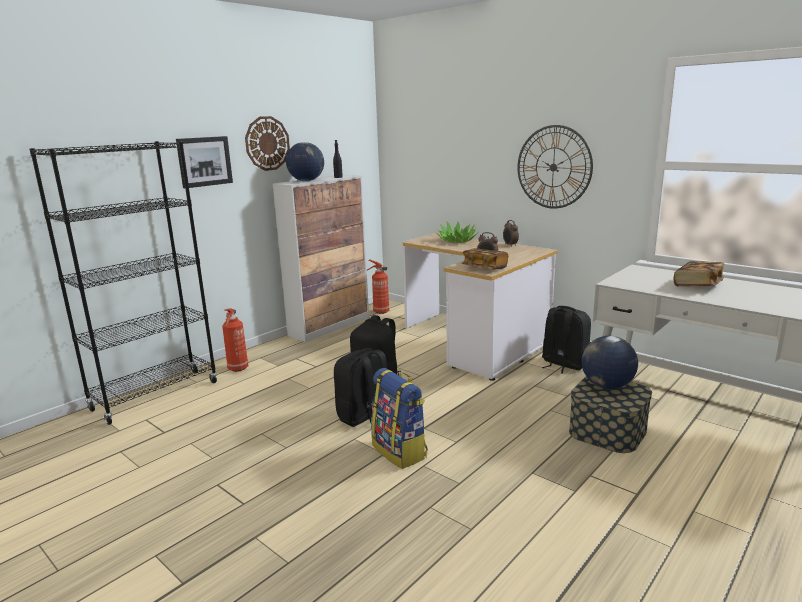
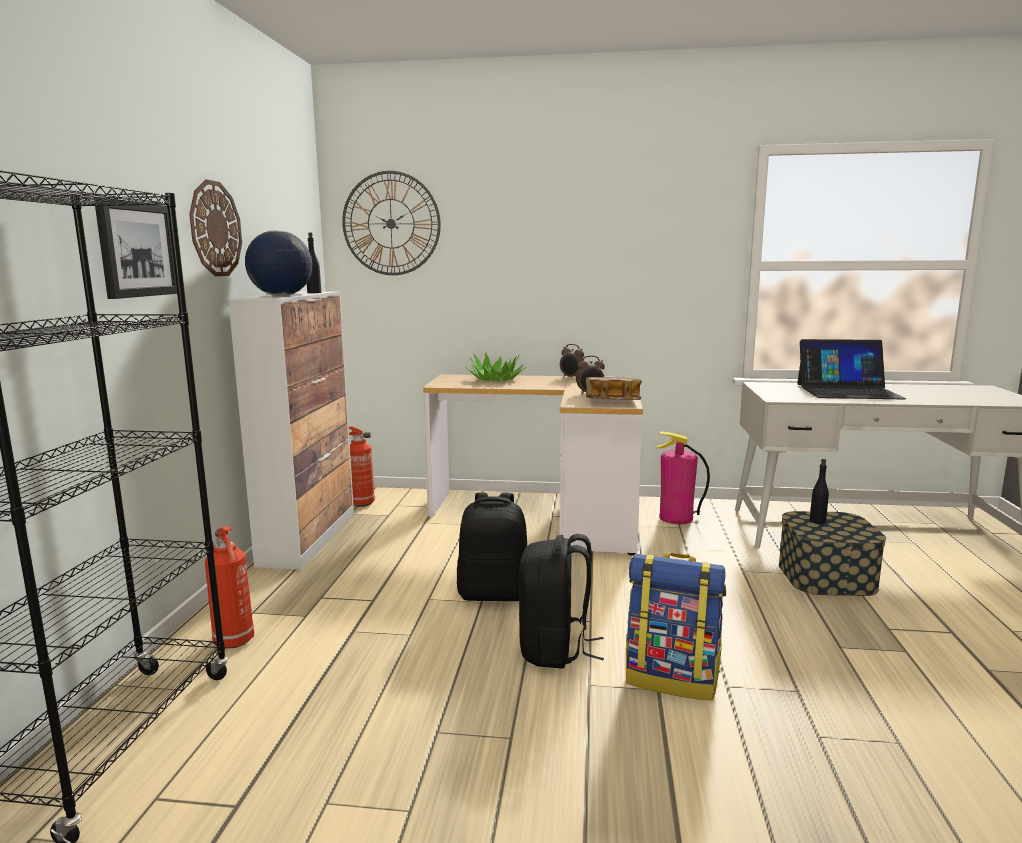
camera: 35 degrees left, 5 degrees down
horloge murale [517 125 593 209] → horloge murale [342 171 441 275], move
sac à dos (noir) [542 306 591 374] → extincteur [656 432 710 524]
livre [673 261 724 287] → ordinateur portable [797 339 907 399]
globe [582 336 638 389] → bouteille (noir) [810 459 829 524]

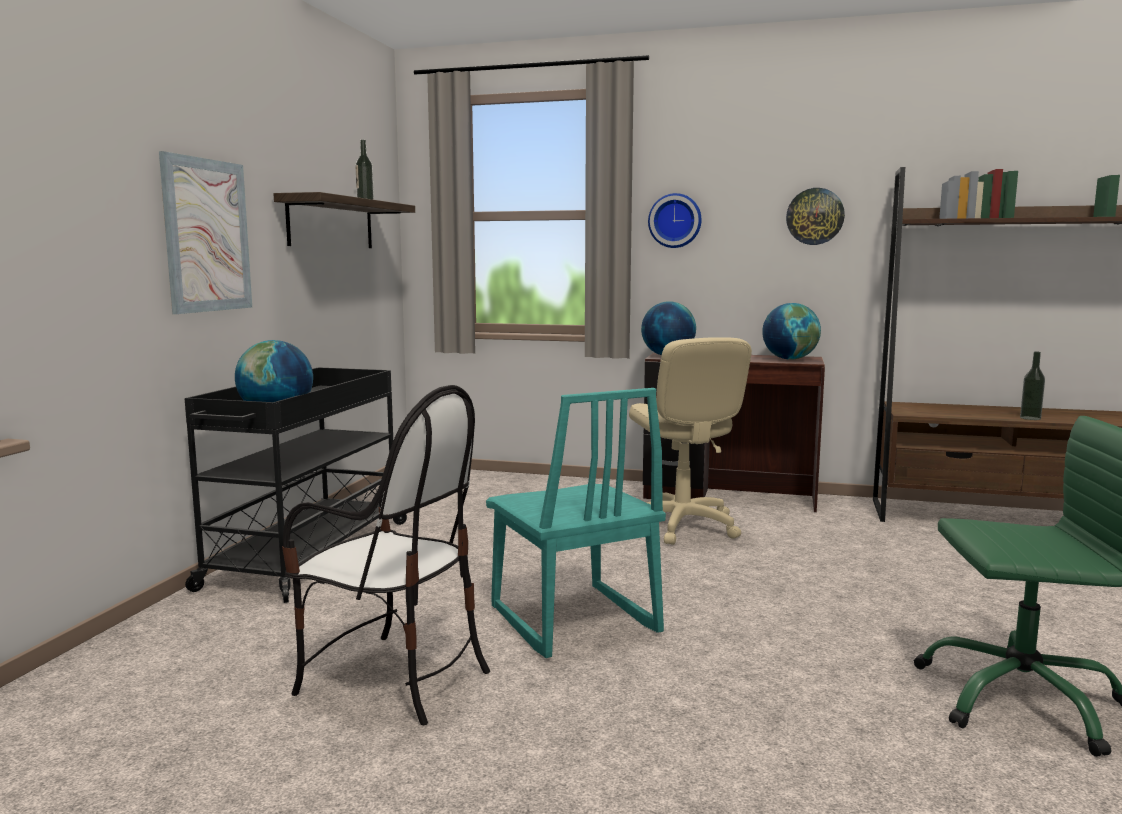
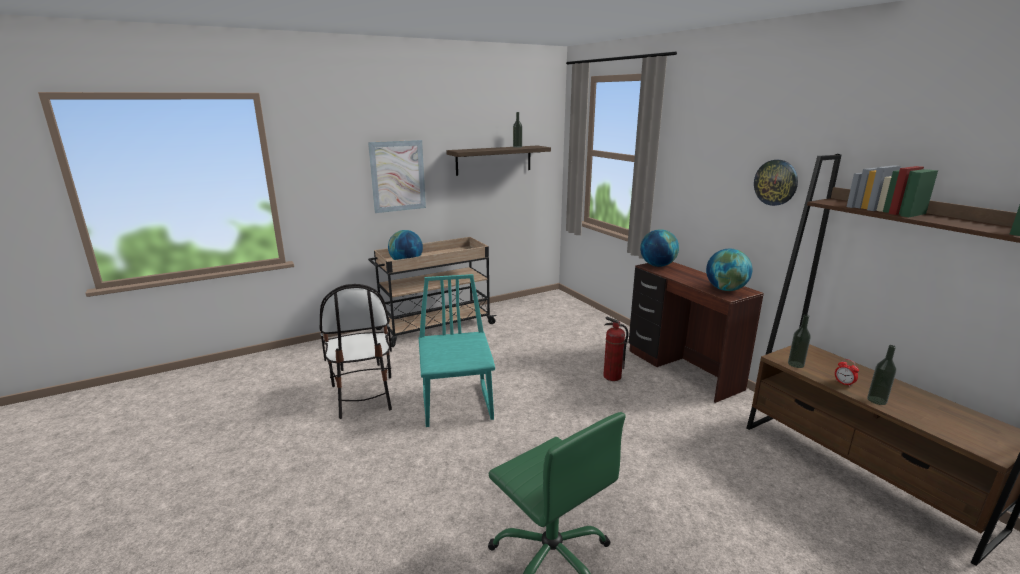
camera: 45 degrees right, 10 degrees up
chariot (noir) [185 367 407 603] → chariot (beige) [368 237 497 347]
chaise (turquoise) [486 388 666 658] → chaise (turquoise) [419 274 495 427], 150 degrees clockwise
chaise de bureau (beige) [629 337 752 545] → extincteur [603 317 629 381]
- → bouteille [788 315 811 368]
- → réveil [835 359 859 387]
horloge murale [648 193 702 248] → -

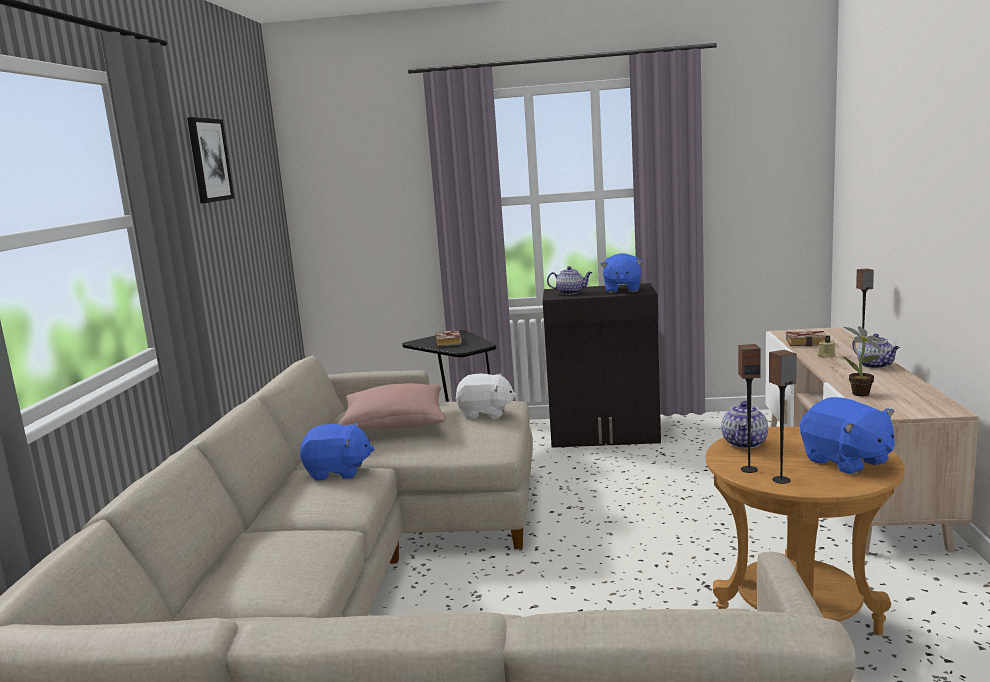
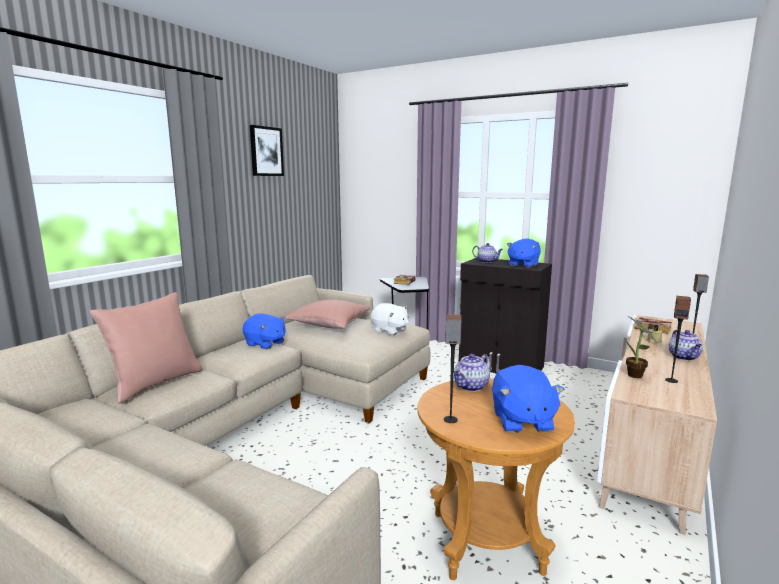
camera: 25 degrees right, 0 degrees up
- → coussin (rose) [90 292 203 403]
enceinte [738 344 761 473] → enceinte [665 296 691 383], move

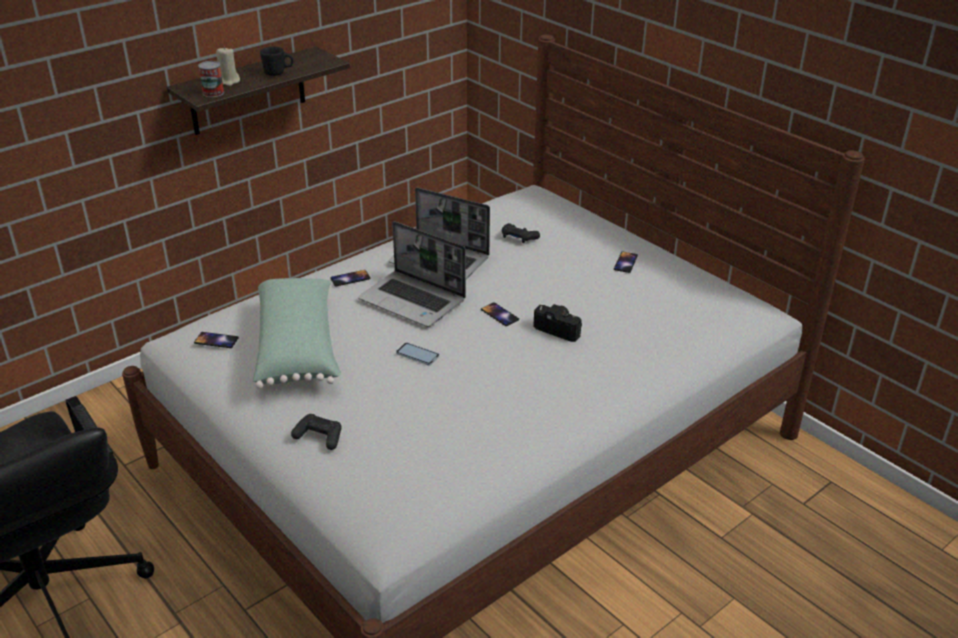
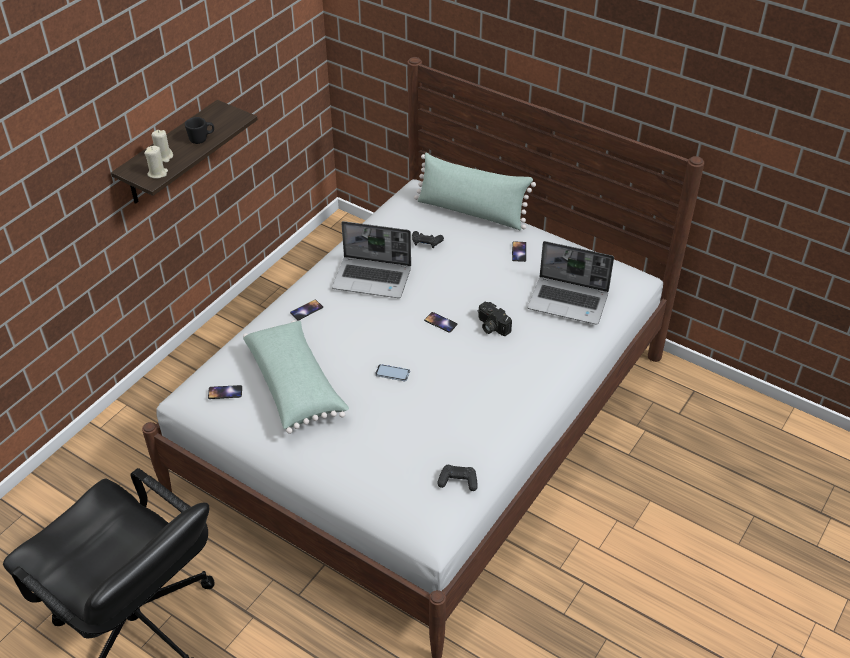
camera: 15 degrees left, 10 degrees up
boîte métallique [198 61 224 97] → bougie (beige) [144 146 168 179]
- → coussin (vert) [414 153 536 230]
manette (noir) [291 414 342 450] → manette (noir) [437 465 478 491], move
appareil photo [533 304 582 342] → appareil photo [478 302 512 336], 150 degrees counterclockwise
ordinateur portable [358 221 466 327] → ordinateur portable [528 241 614 325], move

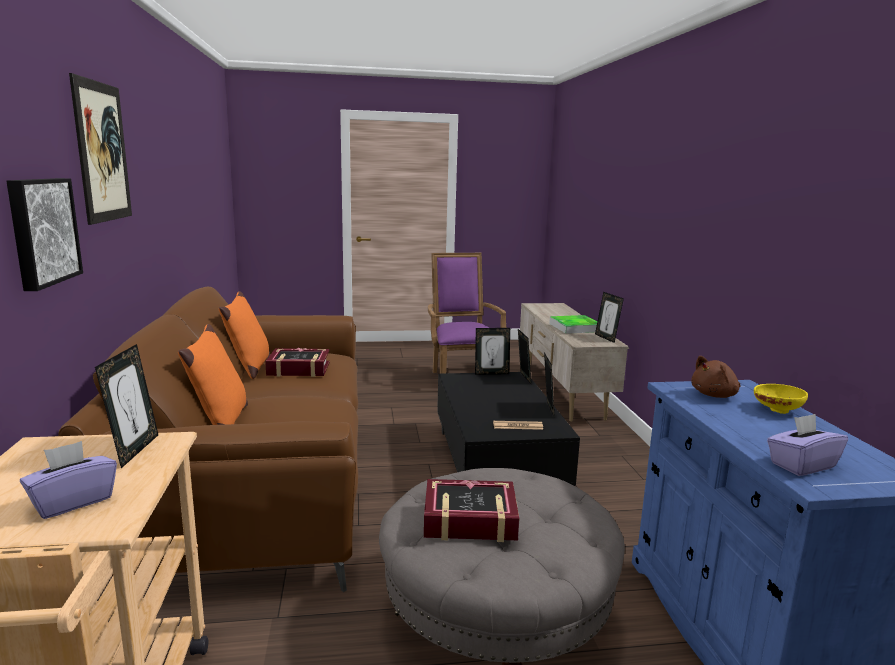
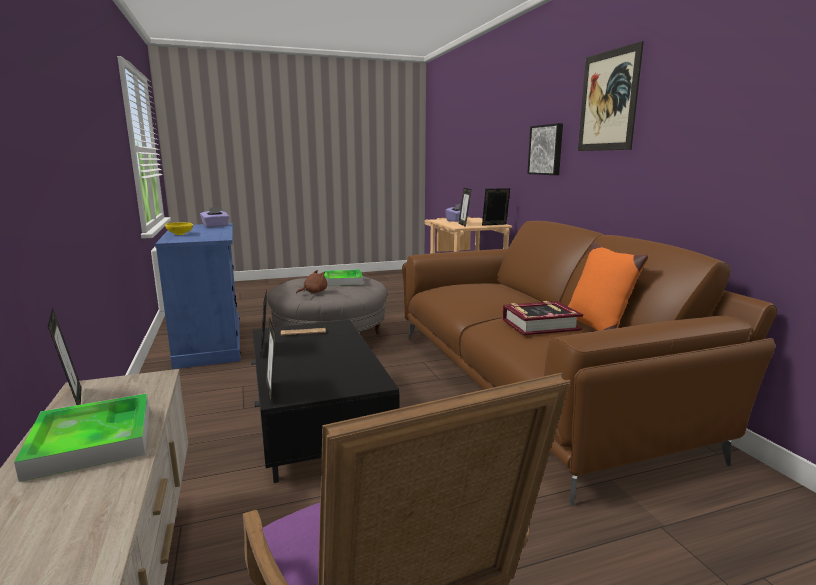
camera: 170 degrees right, 0 degrees up
peluche (marron) [691 356 741 398] → peluche (marron) [296 270 327 294], move
livre [424 479 519 542] → plateau [324 269 363 286]
cadre photo [475 328 510 375] → cadre photo [482 188 510 226], move
coussin (orange) [178 324 248 425] → -

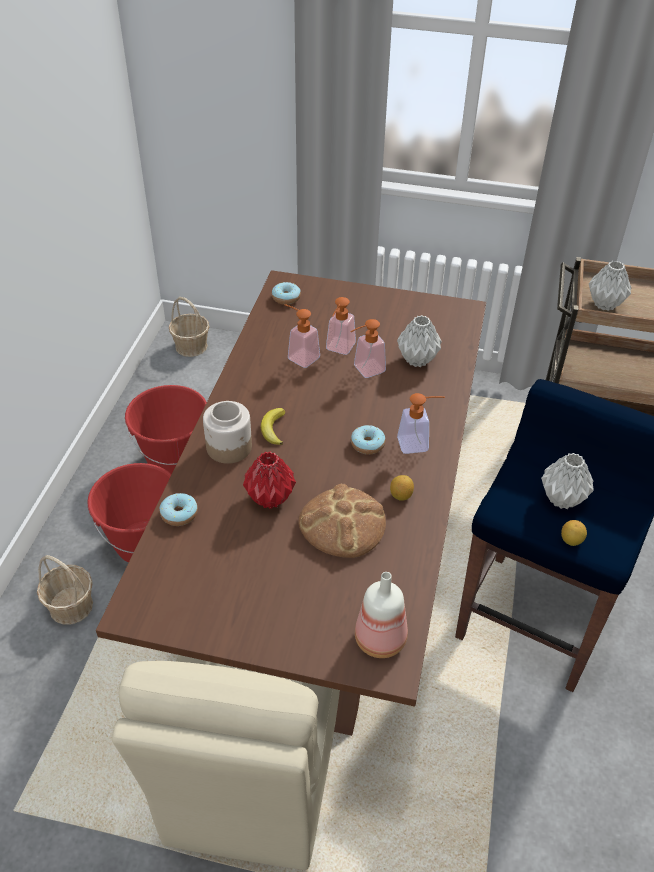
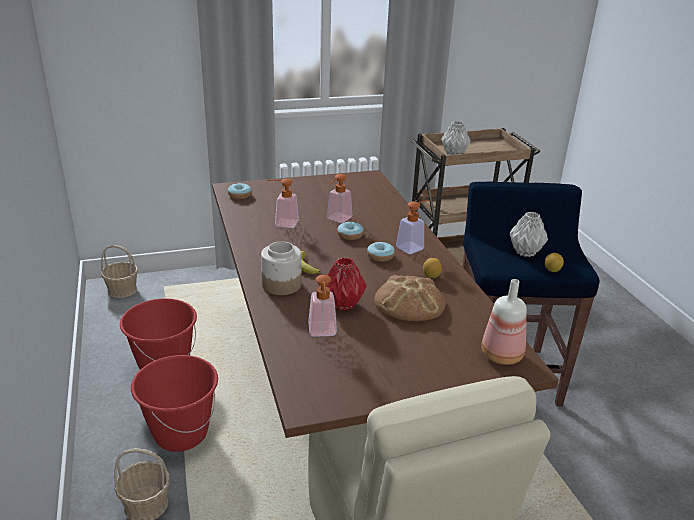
camera: 30 degrees left, 15 degrees down
distributeur de savon [326 297 356 355] → distributeur de savon [308 275 337 337], move
beignet [159 493 198 526] → beignet [337 222 364 240], move
vase (gris) [397 315 442 367] → -

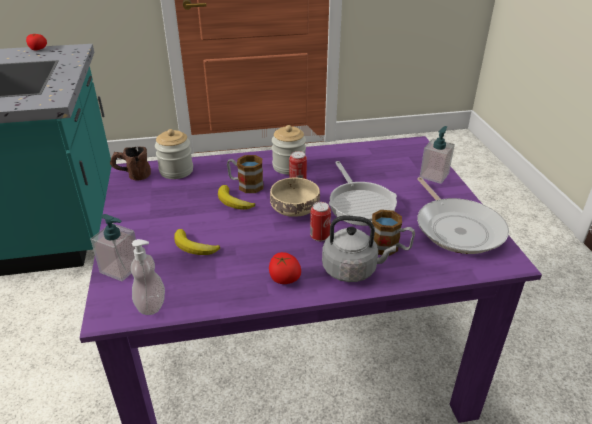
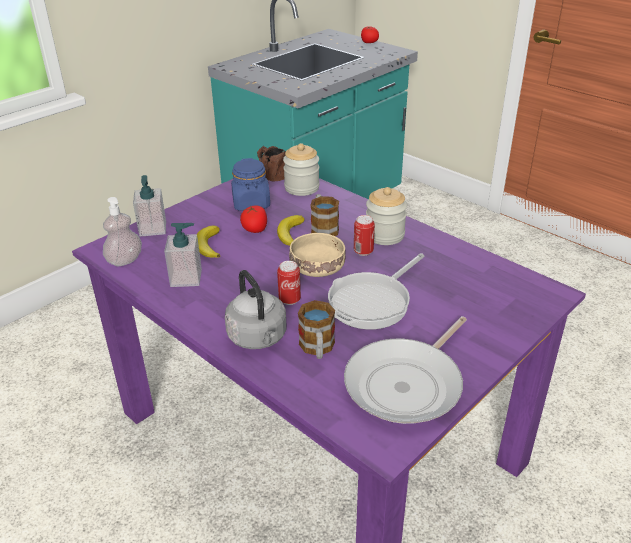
camera: 55 degrees right, 0 degrees up
distributeur de savon [420 126 455 184] → distributeur de savon [164 223 202 287], move
- → bocal (bleu) [231 158 270 211]
tomate [269 252 301 284] → tomate [240 206 267 233], move

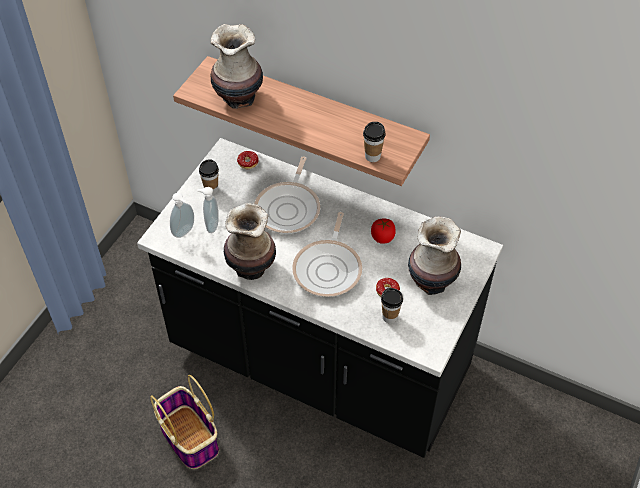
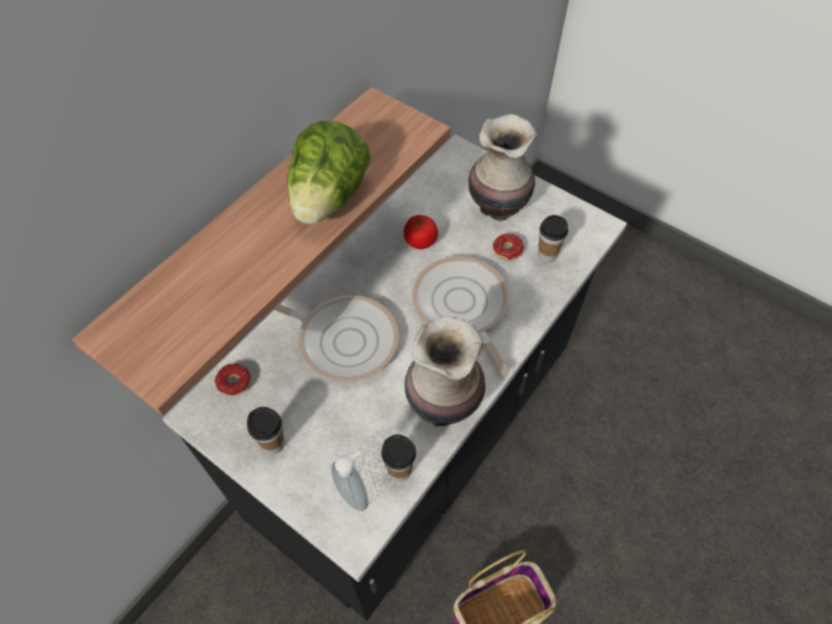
camera: 80 degrees left, 5 degrees up
- → laitue [287 121 371 224]
tasse [363 122 386 162] → tasse [381 434 416 482], move
poêle [292 212 362 297] → poêle [412 256 509 375], 135 degrees counterclockwise
distributeur de savon [197 187 219 233] → -
vase [211 24 263 109] → -

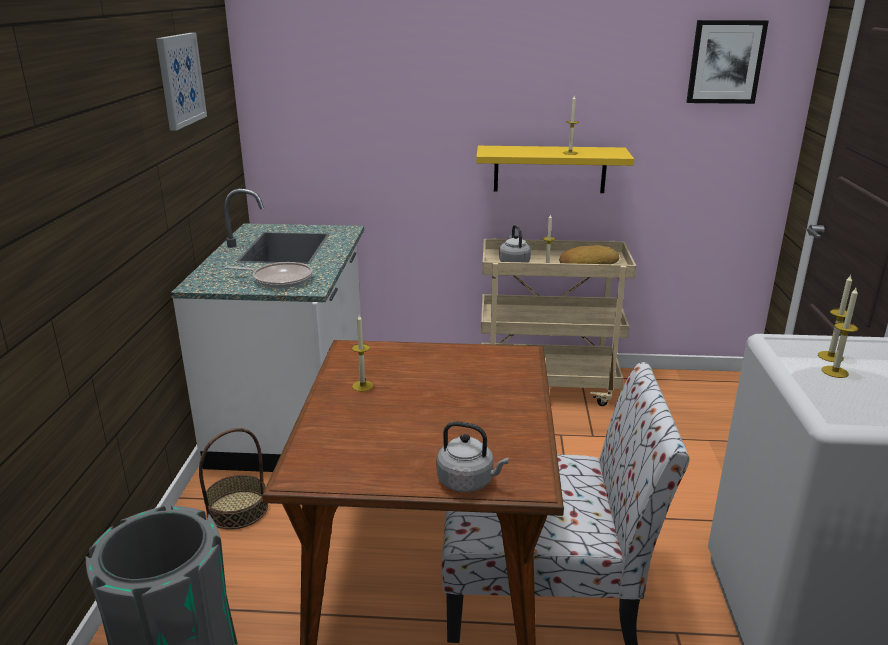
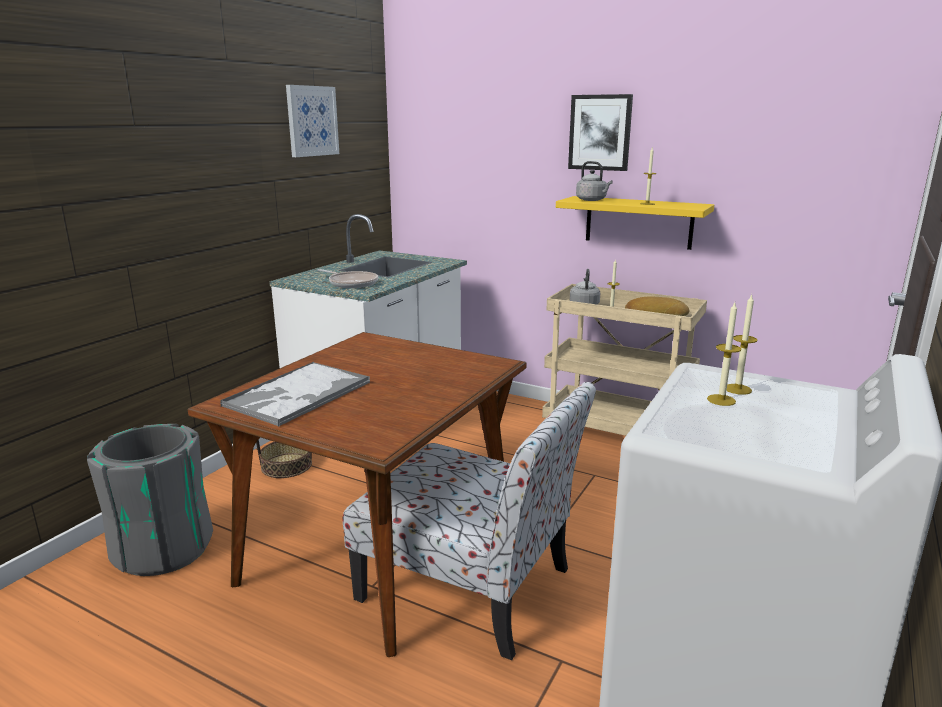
camera: 25 degrees right, 5 degrees down
- → plateau [220 362 370 427]
tableau [687 20 769 104] → tableau [568 94 633 171], move
bouilloire (gris) [437 421 509 492] → bouilloire (gris) [576 161 613 201], move
bougie [352 315 373 392] → -

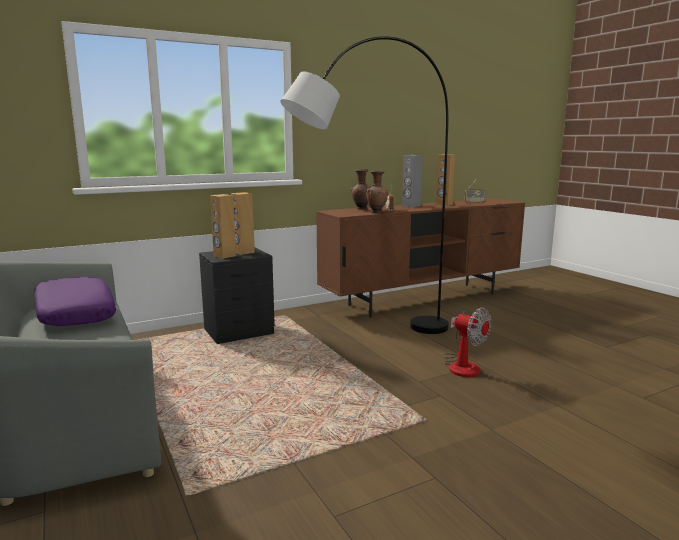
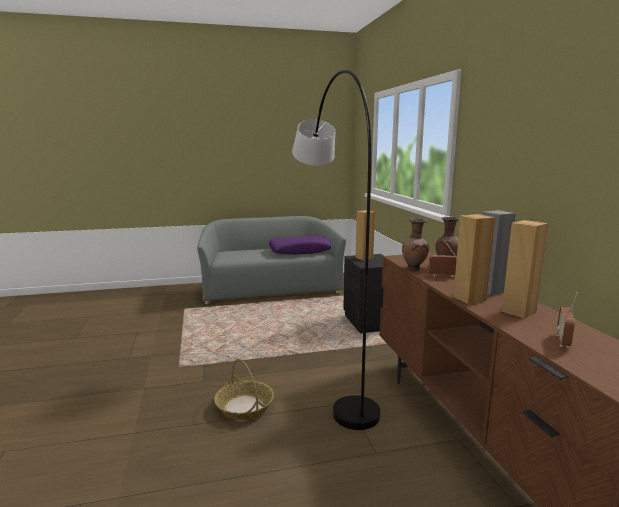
camera: 105 degrees right, 0 degrees up
ventilateur [444 308 491 377] → panier [214 359 274 420]
enceinte (marron) [231 192 255 255] → enceinte (marron) [453 214 495 304], move

